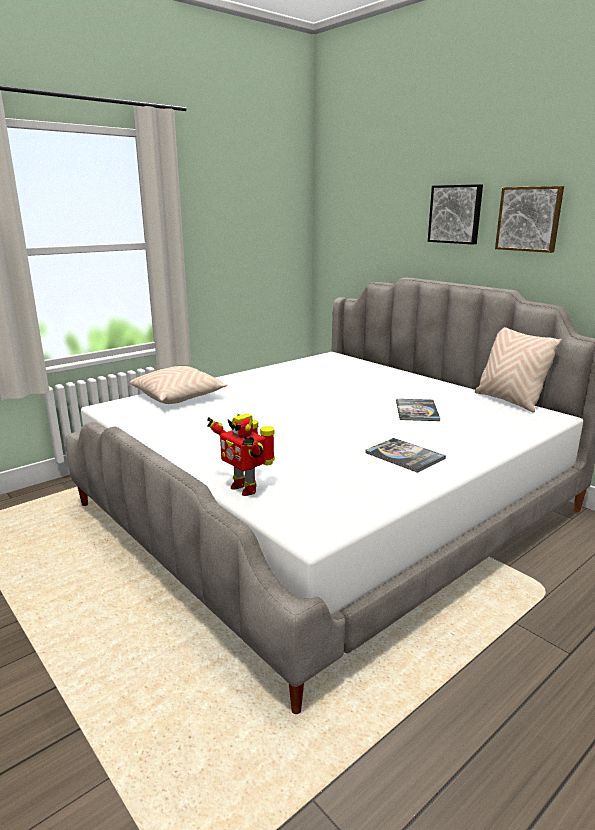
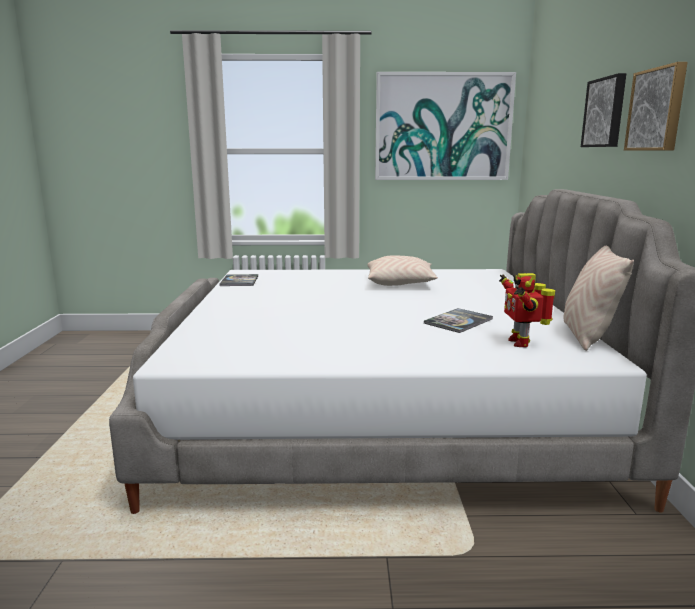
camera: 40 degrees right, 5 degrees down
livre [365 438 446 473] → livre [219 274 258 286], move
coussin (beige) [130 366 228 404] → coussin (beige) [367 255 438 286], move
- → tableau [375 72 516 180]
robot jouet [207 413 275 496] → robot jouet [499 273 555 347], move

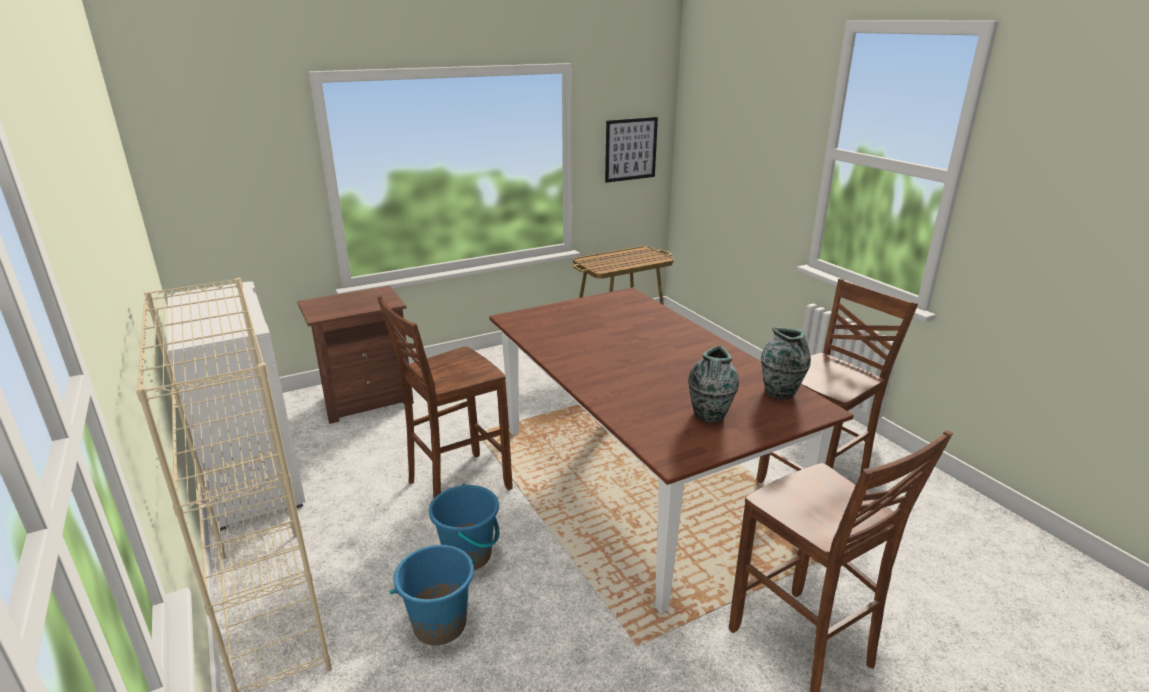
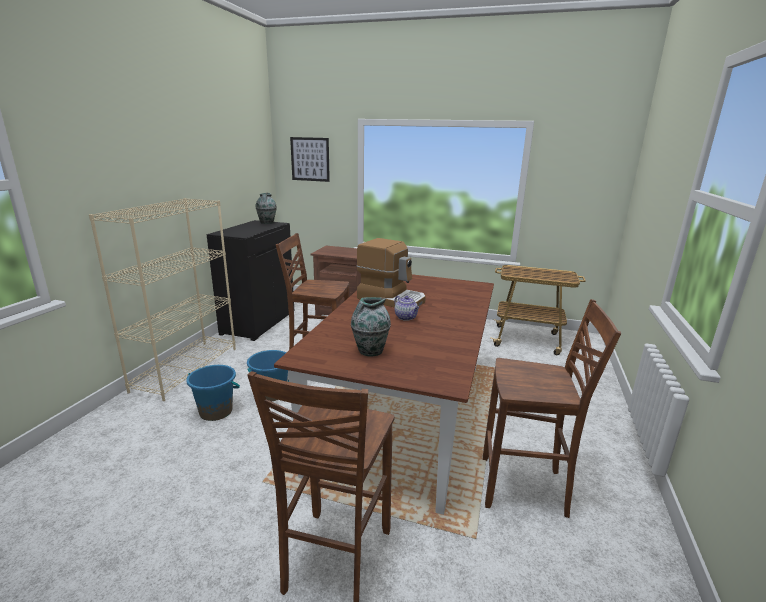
camera: 45 degrees right, 5 degrees down
meuble de rangement (blanc) [167 281 305 531] → meuble de rangement (noir) [207 220 294 341]
vase [761 327 811 399] → vase [256 193 277 224], move
tableau [605 117 658 183] → tableau [290 137 330 182], move
- → machine à café [357 238 426 308]
- → théière [394 296 419 321]

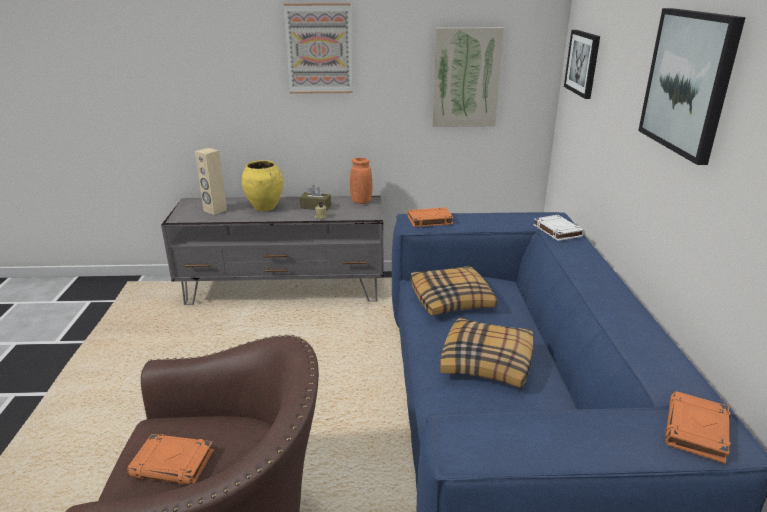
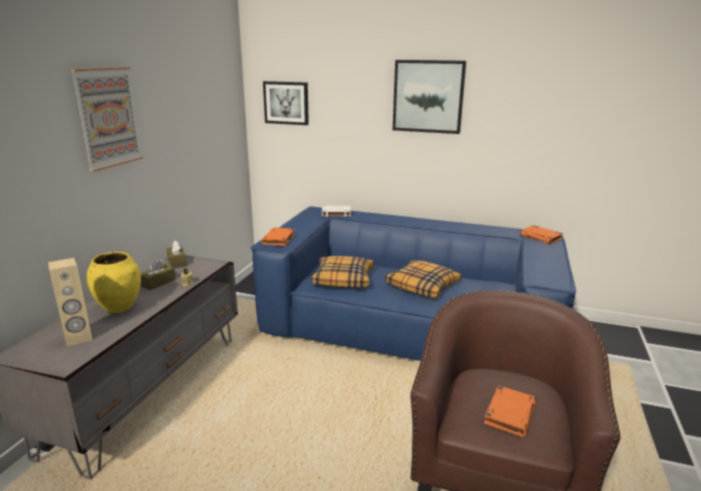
camera: 70 degrees left, 5 degrees down
vase (orange) [350 158 372 204] → boîte à mouchoirs (marron) [166 240 187 268]
tableau [432 27 504 127] → -

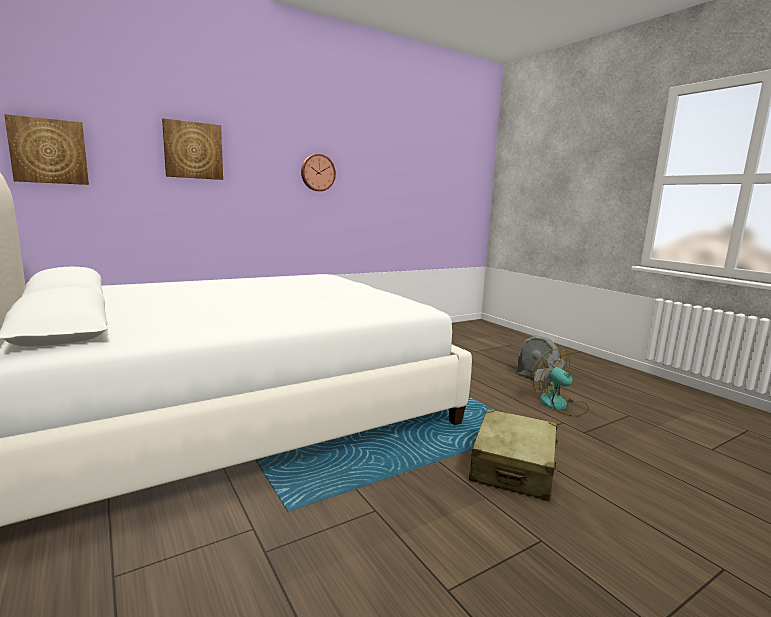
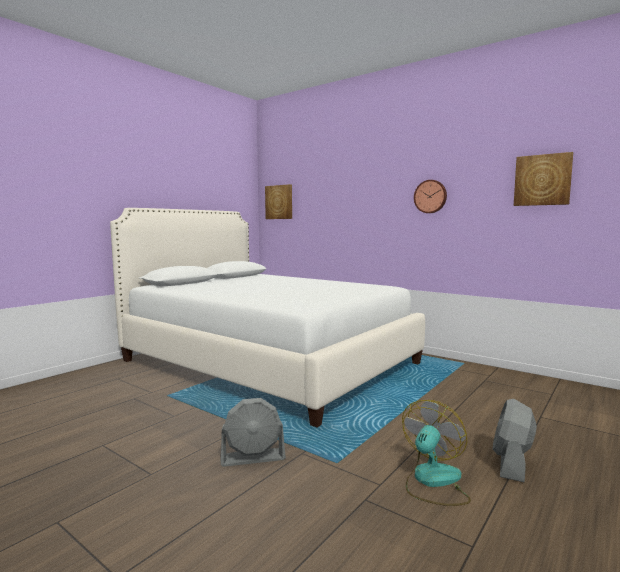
camera: 70 degrees right, 5 degrees down
valise (beige) [469 409 558 501] → ventilateur (gris) [221 398 286 467]
tableau [162 118 223 180] → tableau [514 152 573 206], move

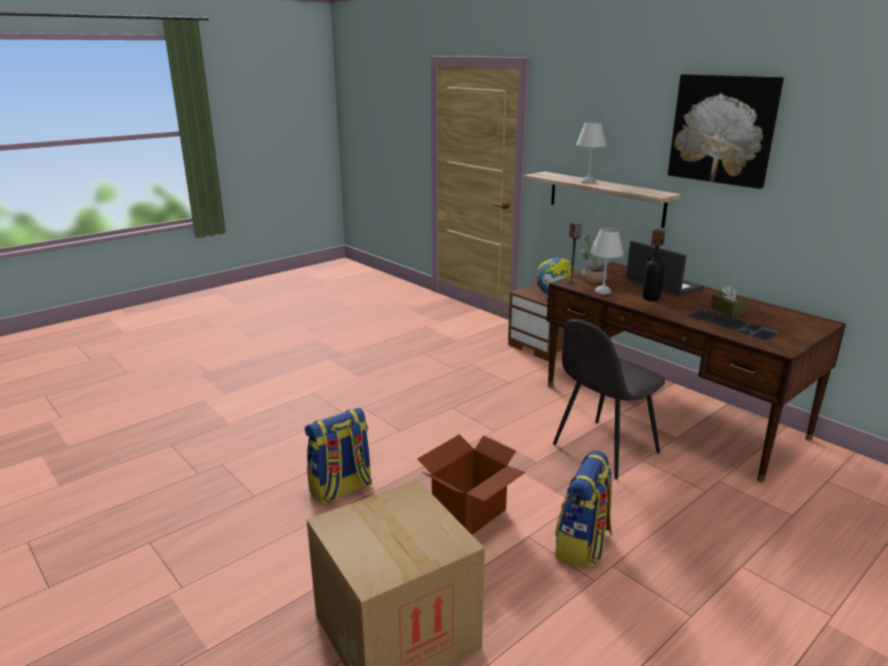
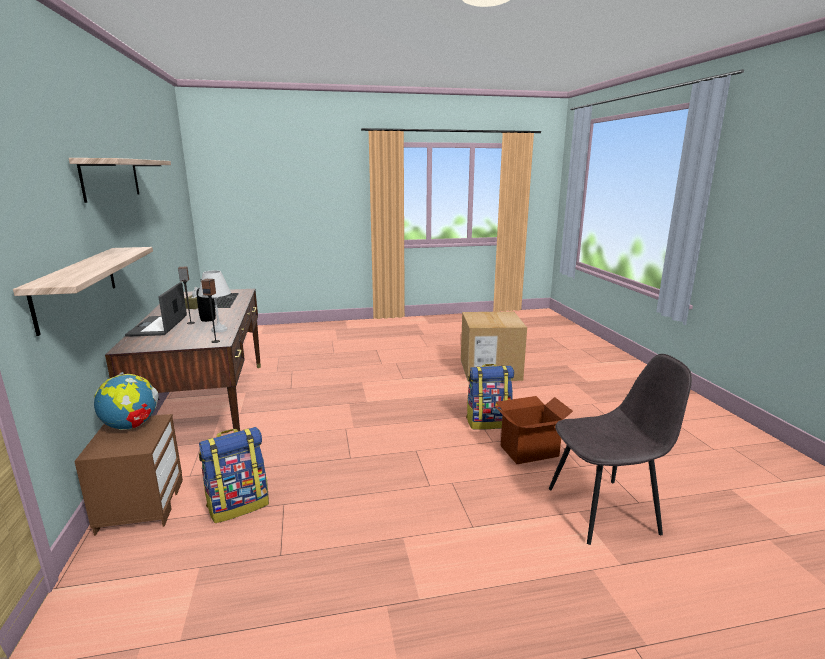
camera: 150 degrees left, 5 degrees down
tableau [668 74 784 189] → étagère [69 158 171 203]
sac à dos [555 450 612 569] → sac à dos [199 427 269 523], move
carton [417 434 526 535] → carton [494 396 573 464], move
chaise (gris) [553 319 665 479] → chaise (gris) [549 354 692 545], move
lampe de table (blanc) [576 122 607 184] → -
plante en pot [576 234 607 283] → -

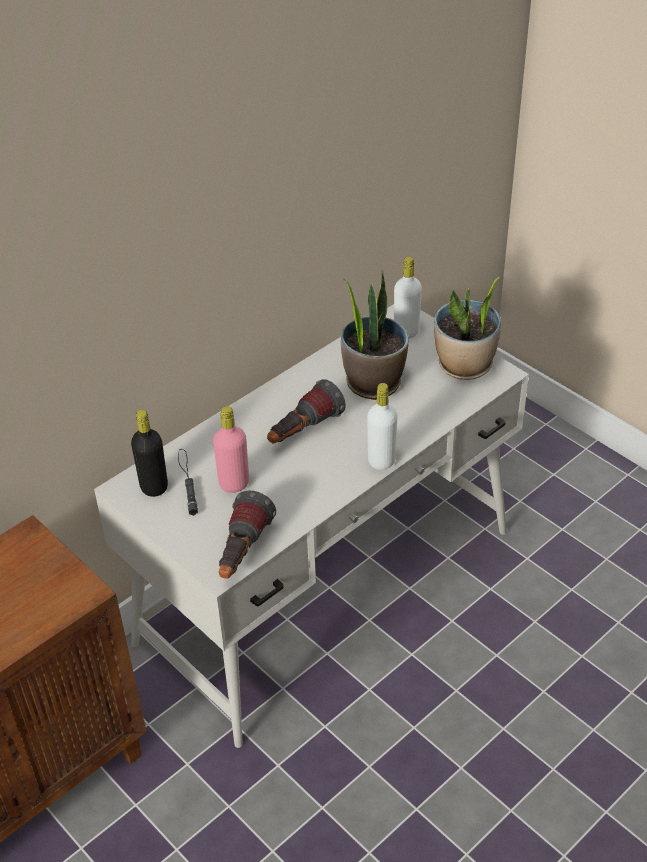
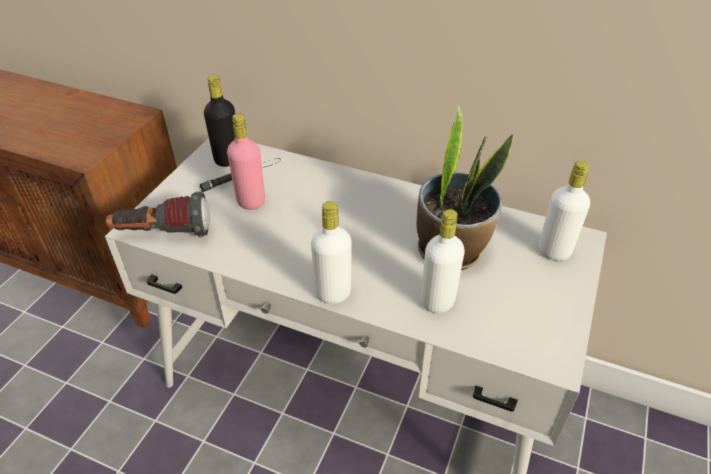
camera: 65 degrees right, 0 degrees up
- → bouteille (blanc) [421 209 465 313]
lampe de poche [267 379 346 444] → -
plante en pot [434 277 501 380] → -

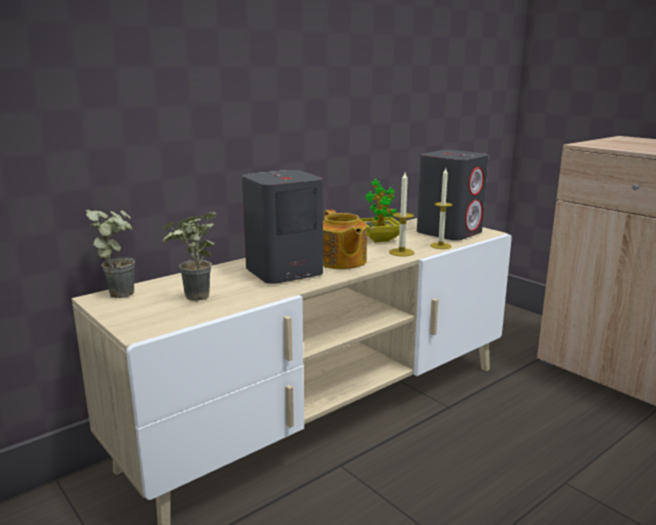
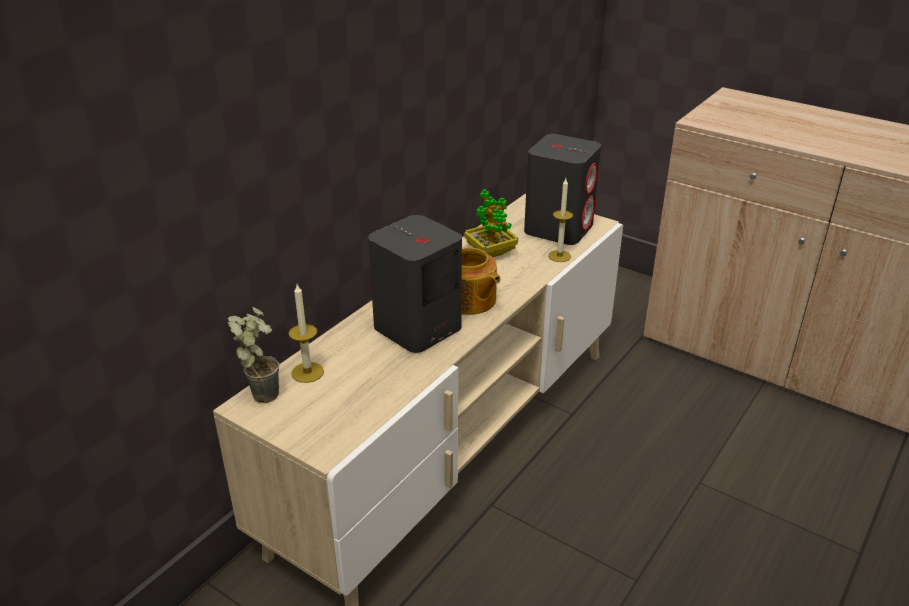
camera: 15 degrees left, 15 degrees up
bougie [389 173 414 256] → bougie [289 284 324 383], move
plante en pot [163 211 216 301] → -

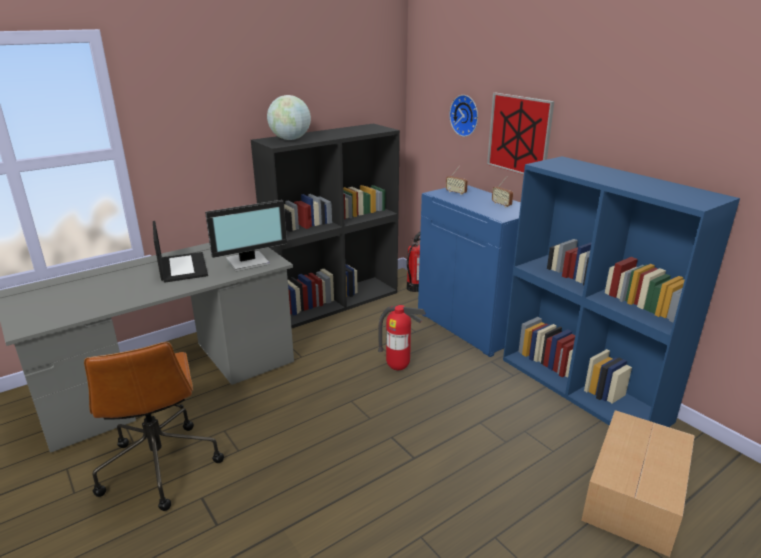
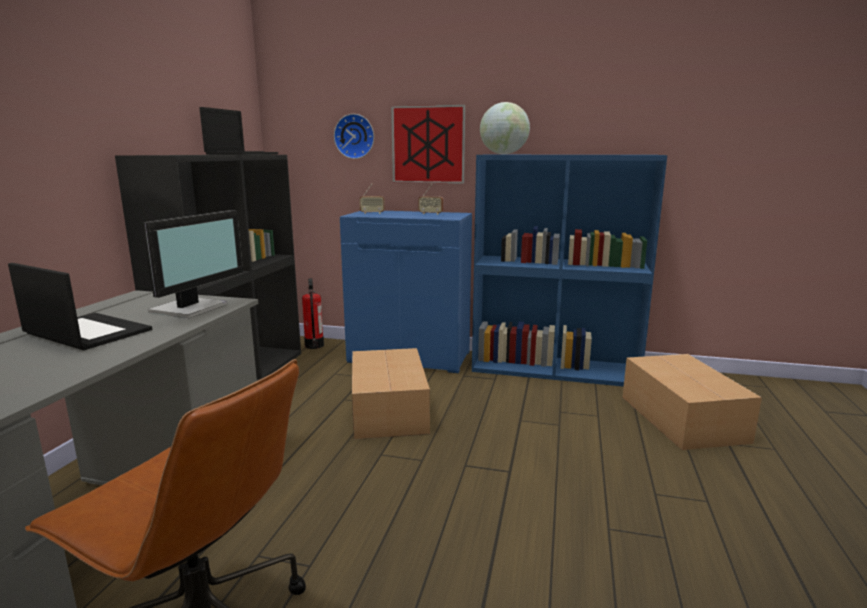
camera: 40 degrees left, 10 degrees down
- → ordinateur portable [199 107 278 155]
extincteur [378 305 426 370] → carton [352 348 430 440]
globe [267 95 311 140] → globe [480 102 530 154], move

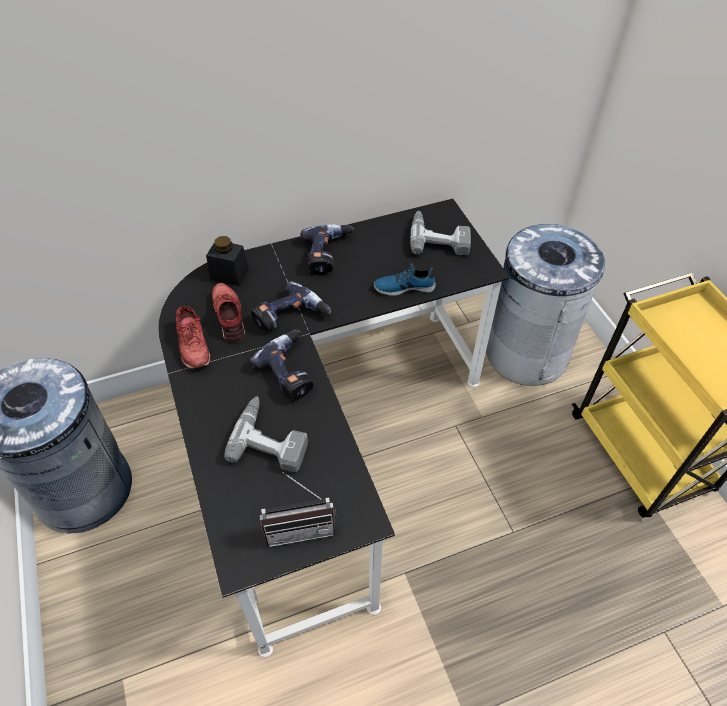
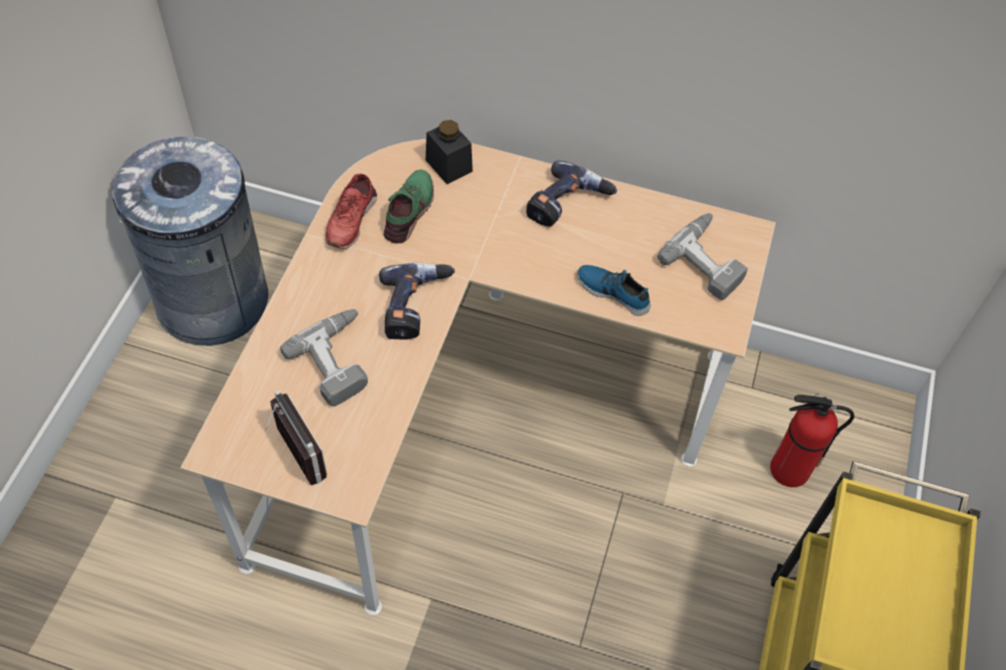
camera: 35 degrees right, 5 degrees up
bureau (noir) [158 199 510 657] → bureau (beige) [180 139 776 616]
radio [259 472 337 547] → radio [265 390 327 485], 150 degrees counterclockwise
chaussure (rouge) [212 283 245 342] → chaussure (vert) [384 170 434 244]
poubelle (gris) [486 224 607 386] → extincteur [770 393 854 487]
perceuse [251 281 332 332] → -

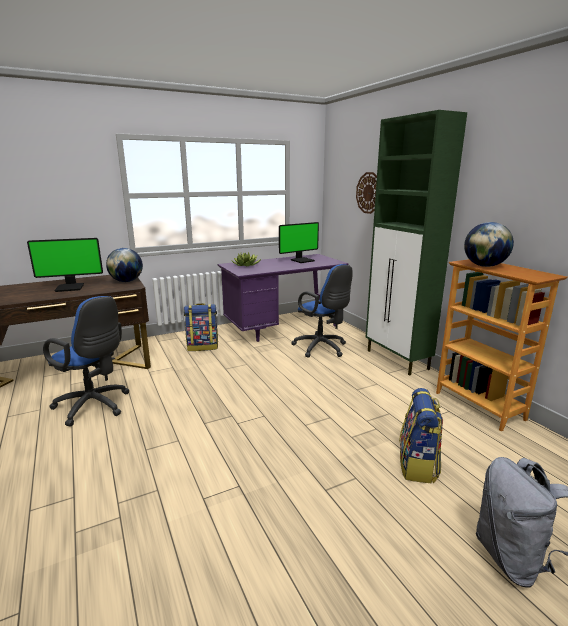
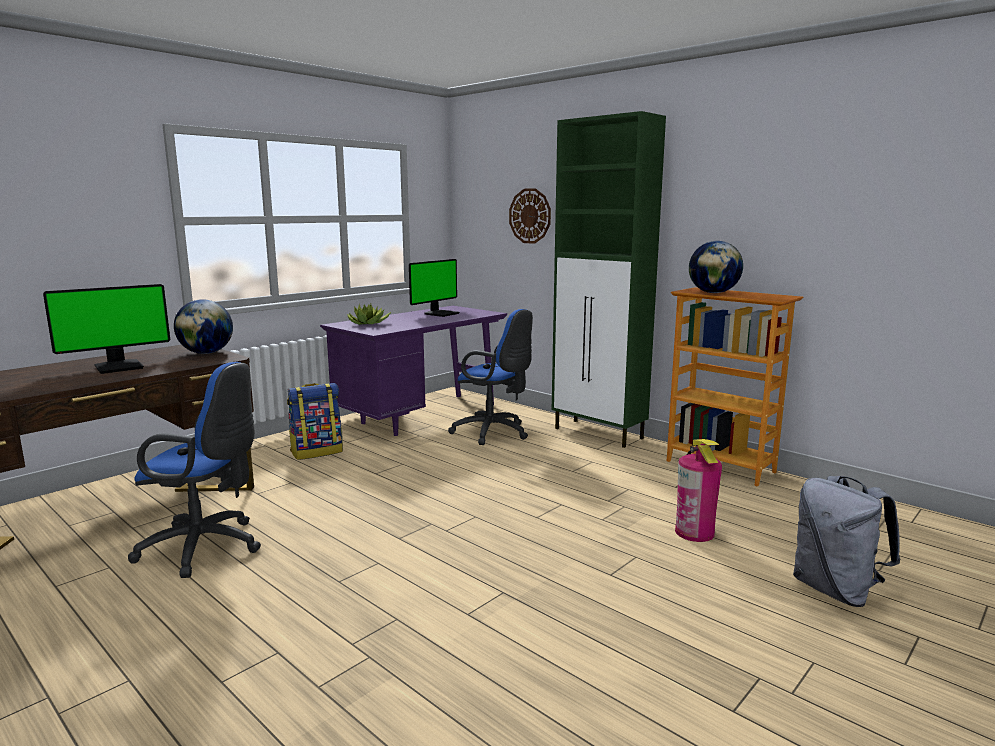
camera: 20 degrees left, 5 degrees down
sac à dos [399 388 443 484] → extincteur [675 439 722 542]

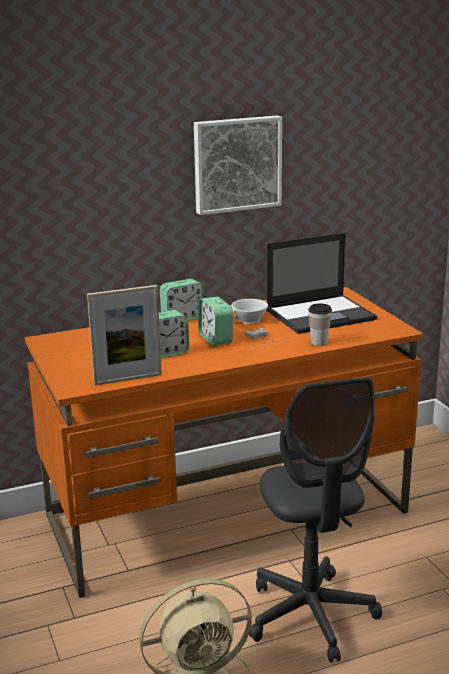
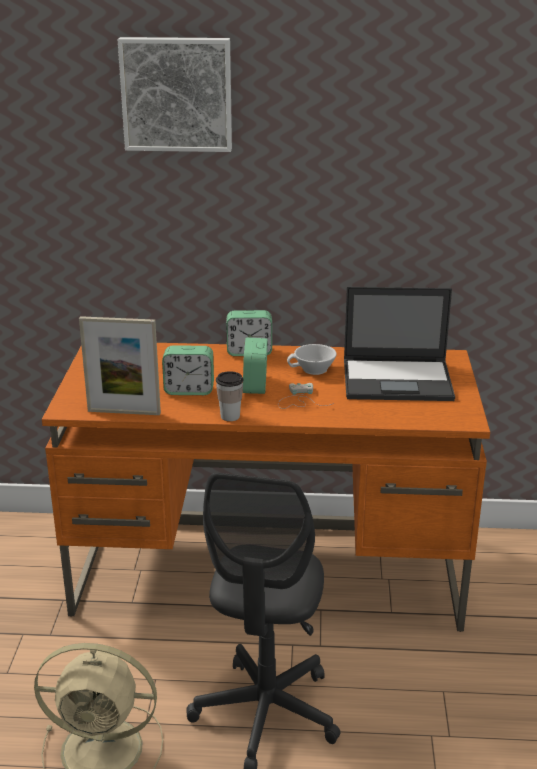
camera: 25 degrees right, 5 degrees up
tableau [194 115 282 215] → tableau [118 37 232 152], move
tasse [308 304 332 346] → tasse [216 371 244 421], move

